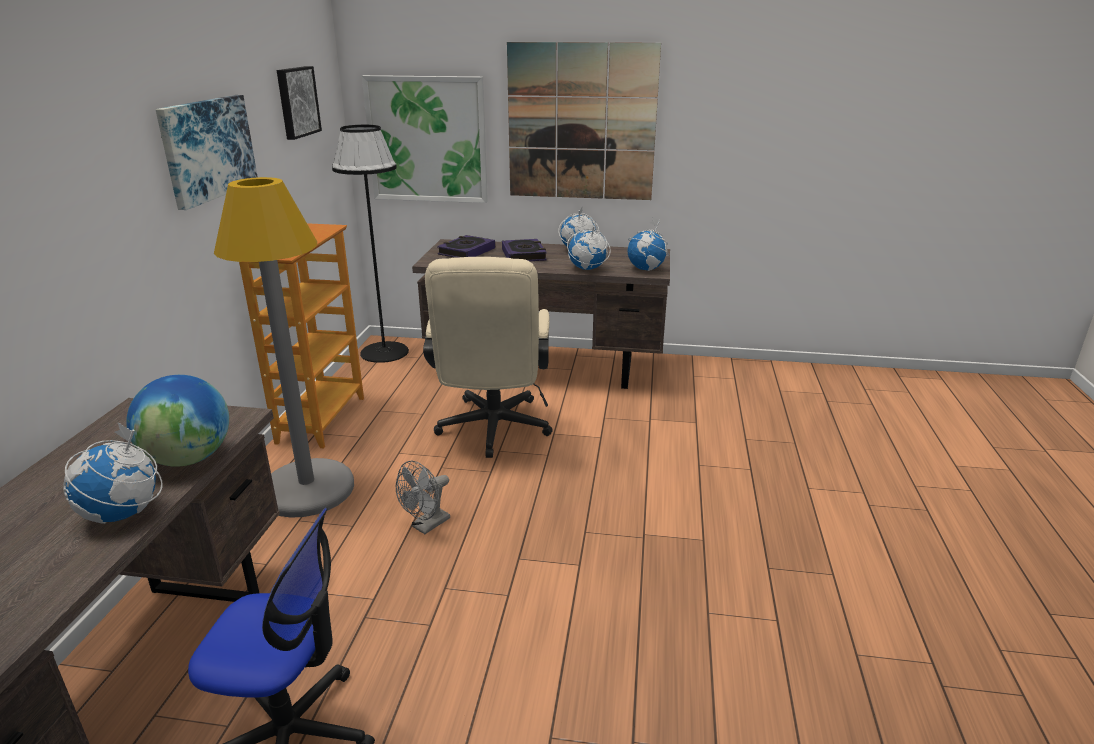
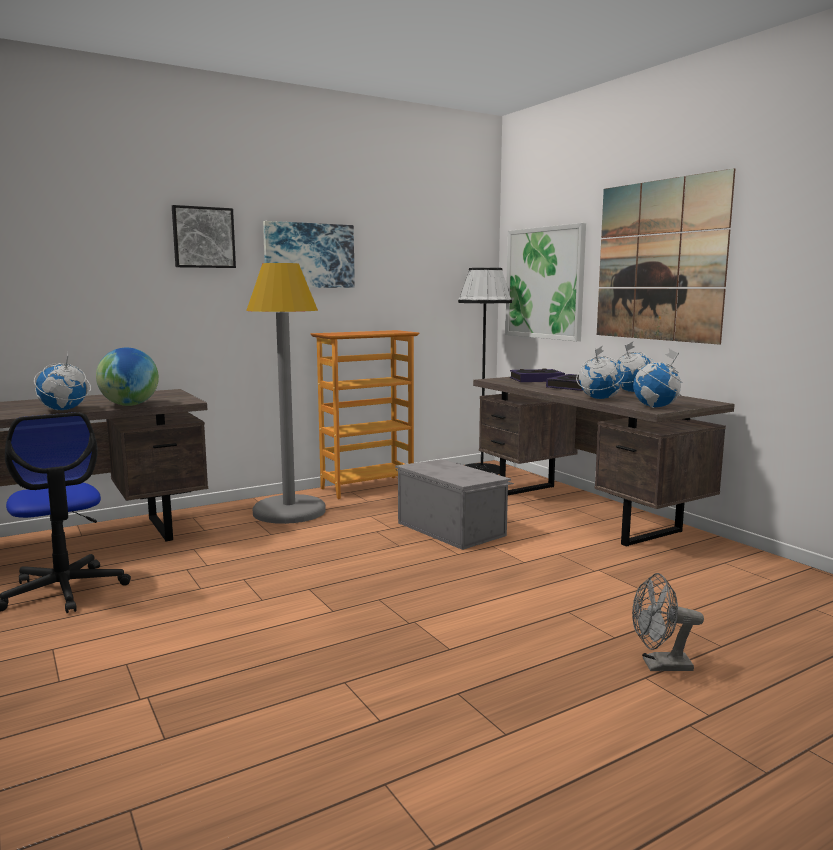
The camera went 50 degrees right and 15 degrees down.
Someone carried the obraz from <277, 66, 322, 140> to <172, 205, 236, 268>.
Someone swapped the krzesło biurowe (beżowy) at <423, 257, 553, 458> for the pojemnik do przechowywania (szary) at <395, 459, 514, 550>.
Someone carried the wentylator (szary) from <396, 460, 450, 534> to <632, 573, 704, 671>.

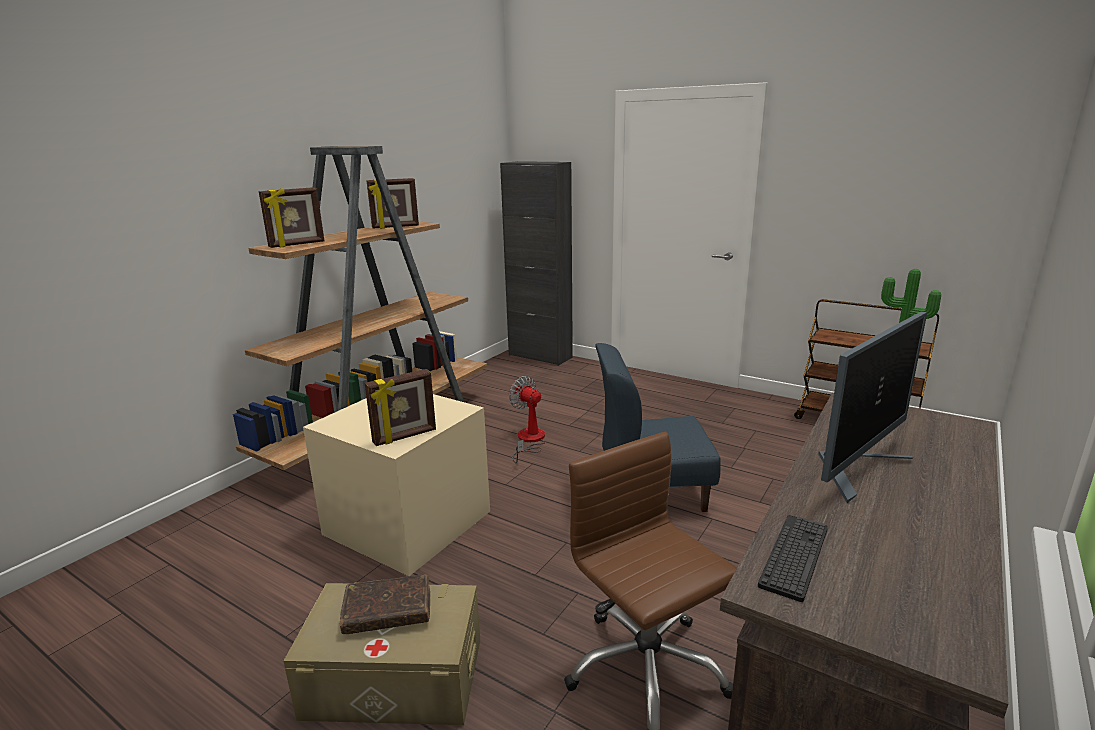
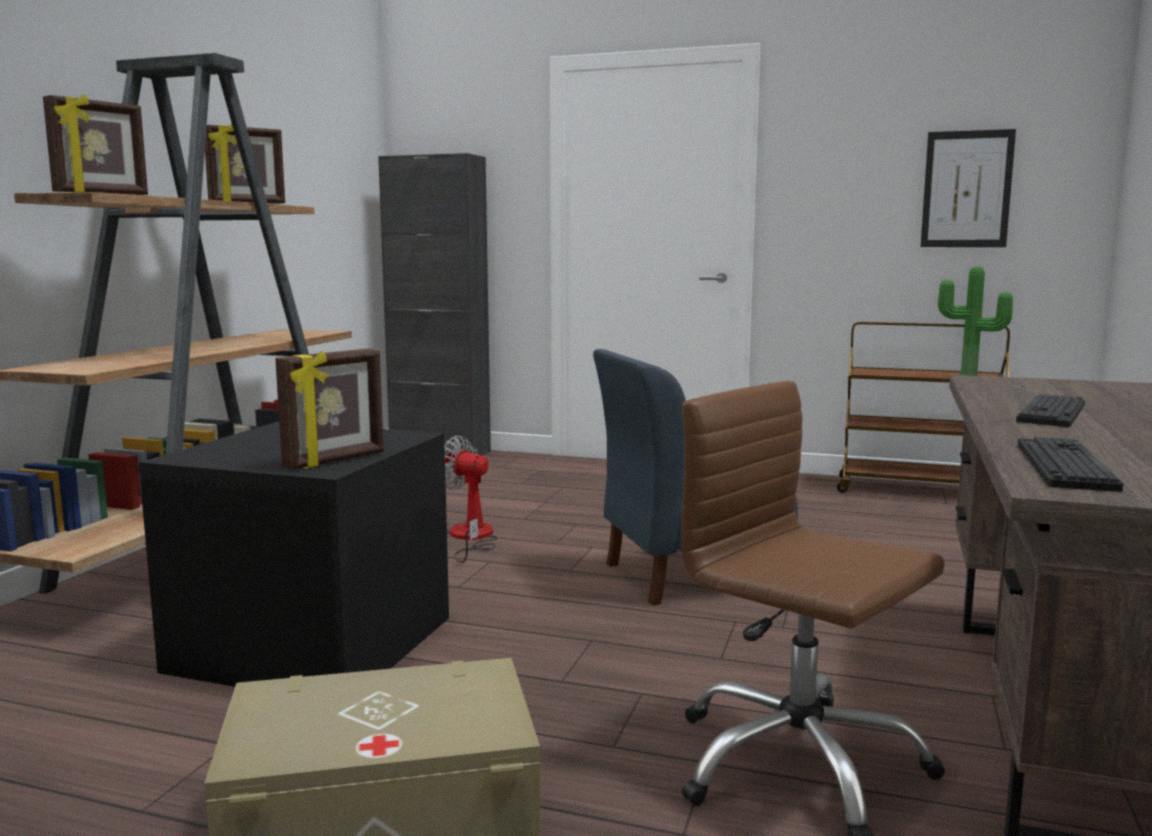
The camera went 15 degrees left and 10 degrees down.
Someone swapped the monitor at <818, 311, 927, 503> for the klawiatura at <1016, 394, 1085, 427>.
Someone repainted the pojemnik do przechowywania (beżowy) at <303, 394, 490, 576>, which became the pojemnik do przechowywania (czarny) at <139, 422, 449, 687>.
Someone took away the książka (brązowy) at <340, 574, 430, 634>.
Someone put up the obraz at <921, 129, 1016, 247>.

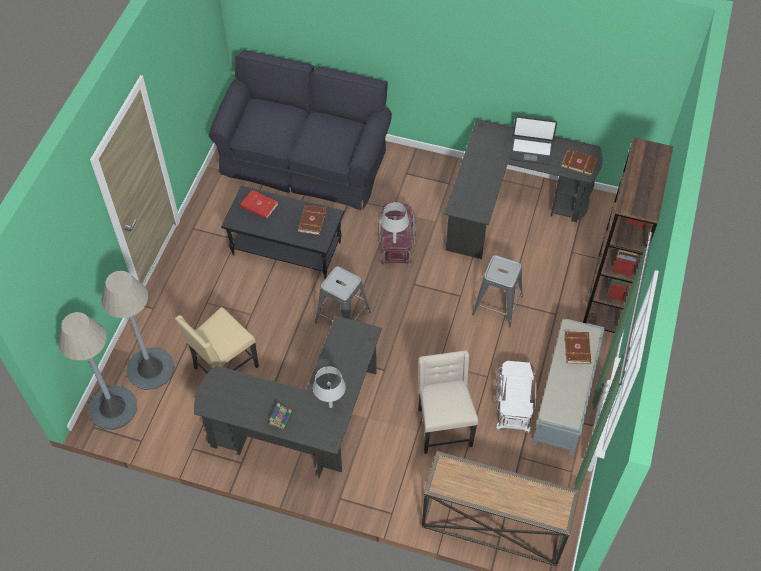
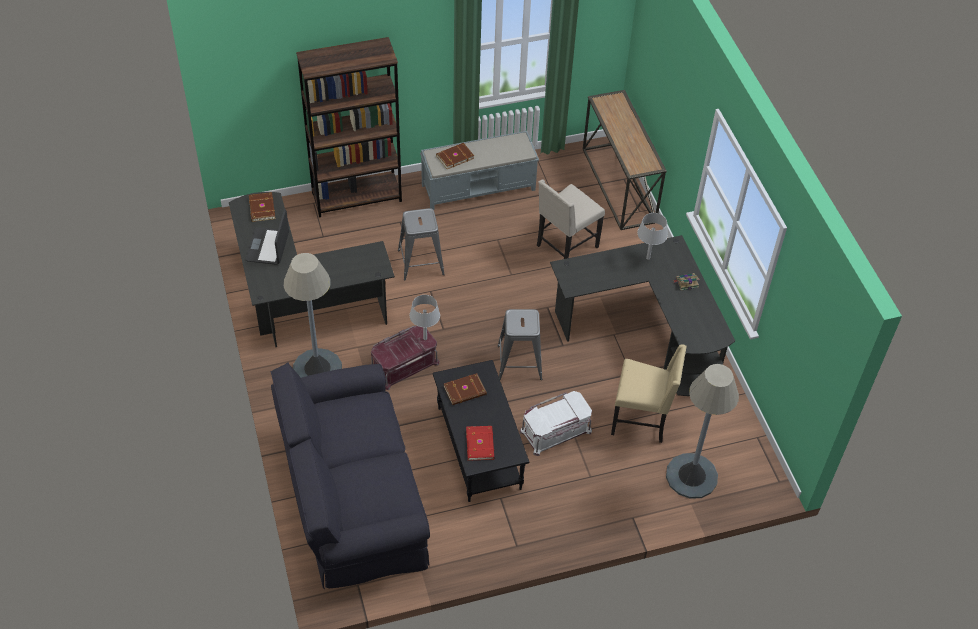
The camera went 125 degrees left and 5 degrees down.
Someone rotated the laptop at <509, 116, 557, 165> by 150 degrees counterclockwise.
Someone carried the lampa stojąca (szary) from <58, 312, 137, 430> to <283, 253, 342, 378>.
Someone carried the pojemnik do przechowywania (biały) from <496, 361, 537, 433> to <520, 391, 592, 456>.

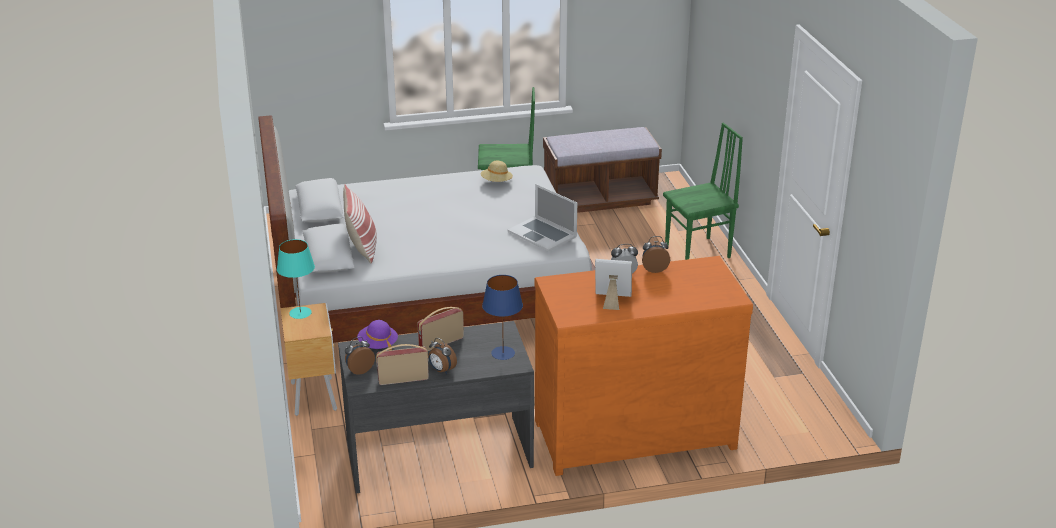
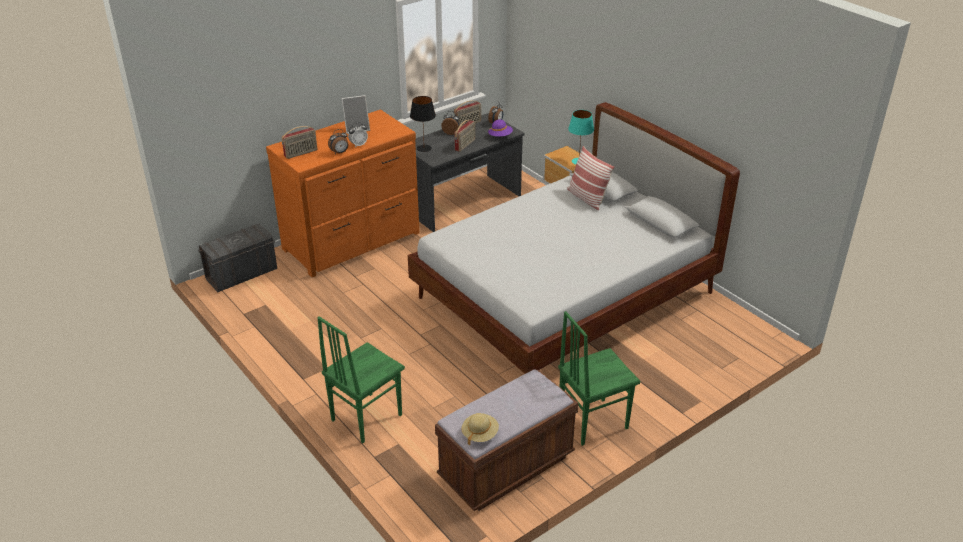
The camera went 155 degrees right and 5 degrees up.
Someone carried the kapelusz (beżowy) from <481, 161, 513, 182> to <462, 413, 499, 446>.
Someone took away the laptop at <507, 184, 577, 252>.
Someone repainted the lampa stołowa (niebieski) at <482, 275, 523, 360>, which became the lampa stołowa (czarny) at <410, 96, 436, 152>.
Someone put down the radio at <282, 126, 317, 159>.
Someone put down the pojemnik do przechowywania (szary) at <198, 223, 277, 292>.

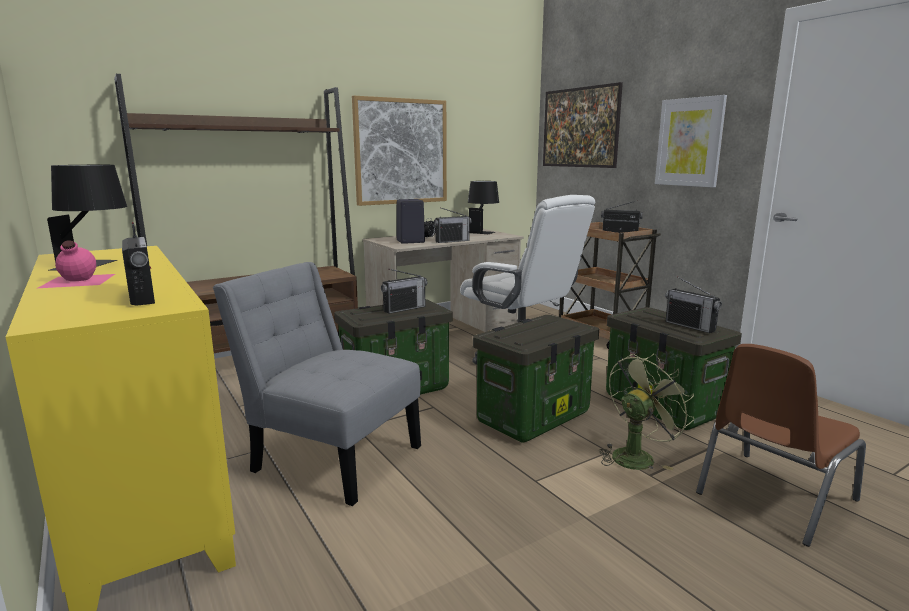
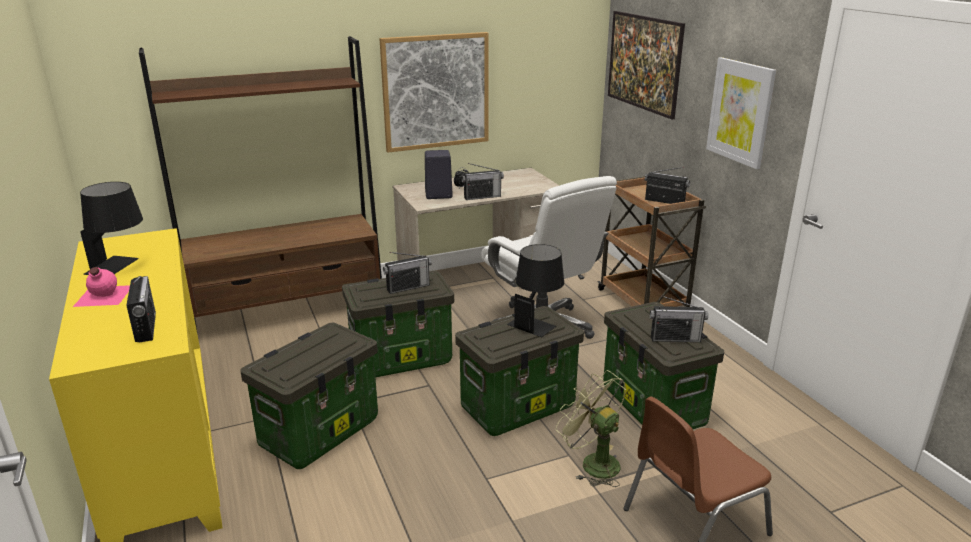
The camera went 10 degrees right and 10 degrees up.
Someone carried the lampa stołowa (czarny) from <468, 181, 499, 234> to <507, 244, 564, 337>.
Someone swapped the krzesło (szary) at <213, 262, 421, 506> for the pojemnik do przechowywania at <240, 323, 378, 469>.
Someone rotated the radio at <665, 276, 722, 333> by 60 degrees counterclockwise.
Someone rotated the wentylator (zielony) at <599, 353, 694, 470> by 105 degrees counterclockwise.

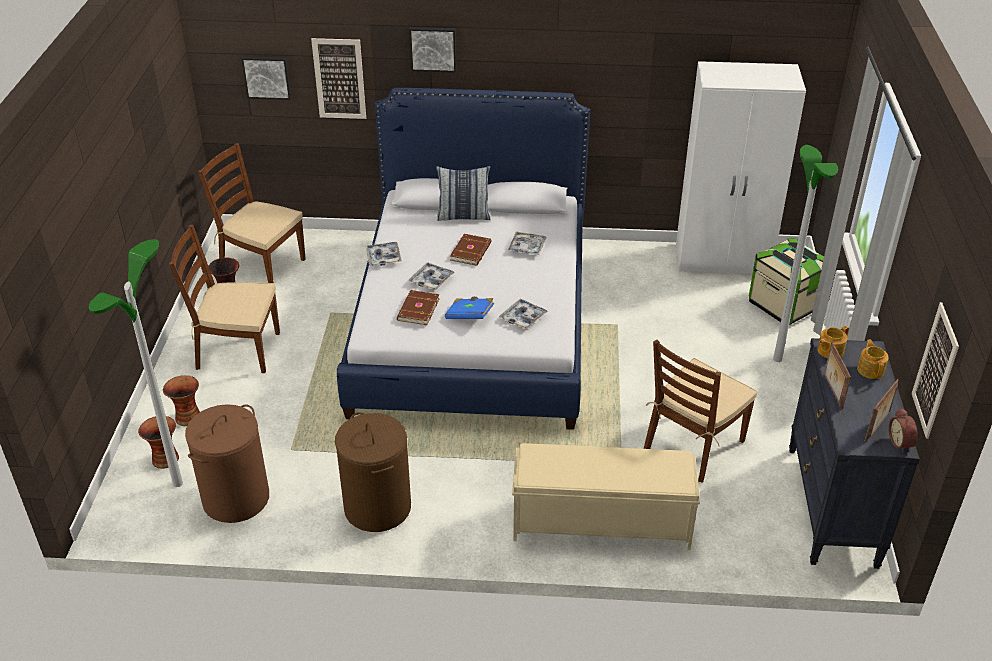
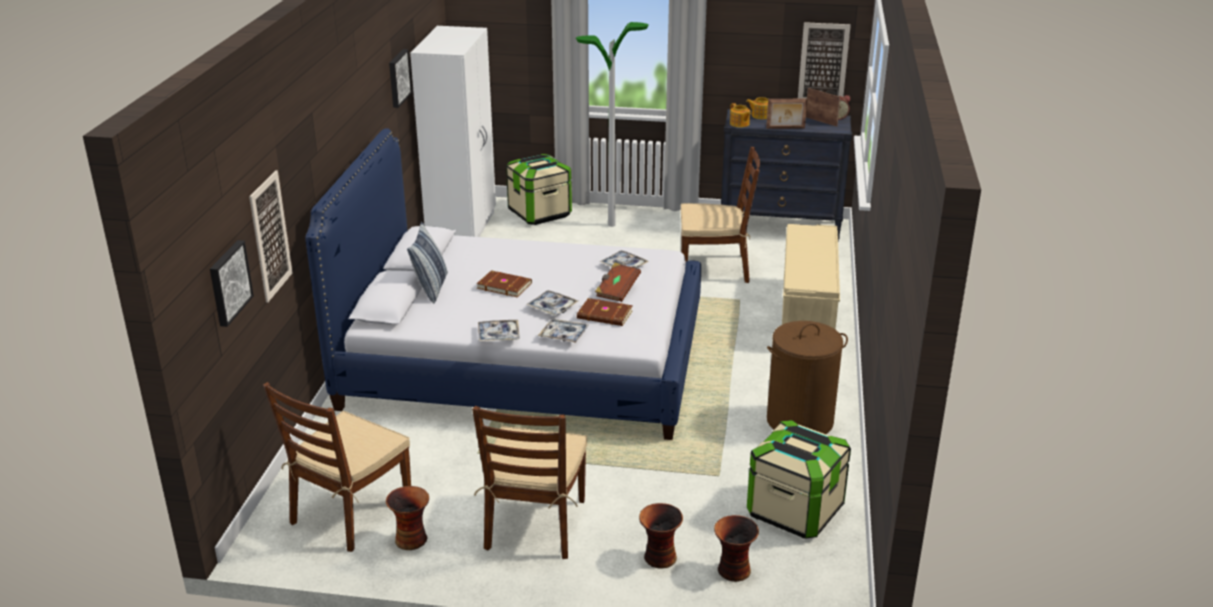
The camera went 85 degrees left and 10 degrees down.
Someone carried the obraz from <409, 27, 456, 73> to <389, 49, 412, 108>.
Someone carried the taca from <508, 231, 546, 255> to <538, 319, 589, 343>.
Someone took away the lampa stojąca at <89, 239, 183, 487>.
Someone repainted the książka (niebieski) at <445, 297, 494, 319>, which became the książka (brązowy) at <595, 263, 641, 302>.
Someone rotated the krzesło (brązowy) at <644, 340, 757, 483> by 45 degrees counterclockwise.
Someone swapped the kosz na pranie (brązowy) at <185, 404, 269, 523> for the pojemnik do przechowywania at <747, 420, 851, 539>.

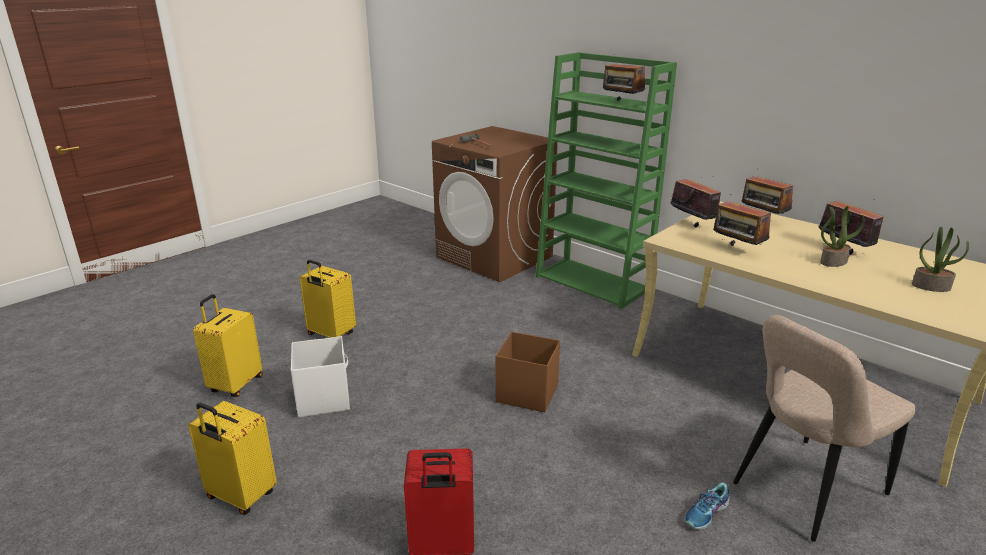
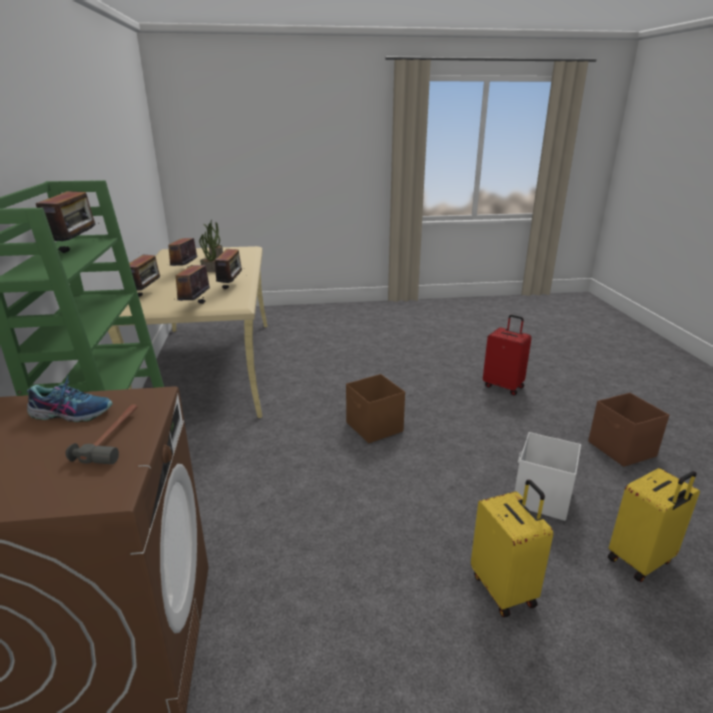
The camera went 140 degrees left and 0 degrees up.
Someone took away the krzesło (beżowy) at <733, 315, 915, 542>.
Someone swapped the walizka (żółty) at <188, 401, 277, 515> for the pojemnik do przechowywania (brązowy) at <588, 393, 669, 467>.
Someone carried the but from <685, 482, 729, 530> to <27, 375, 113, 422>.

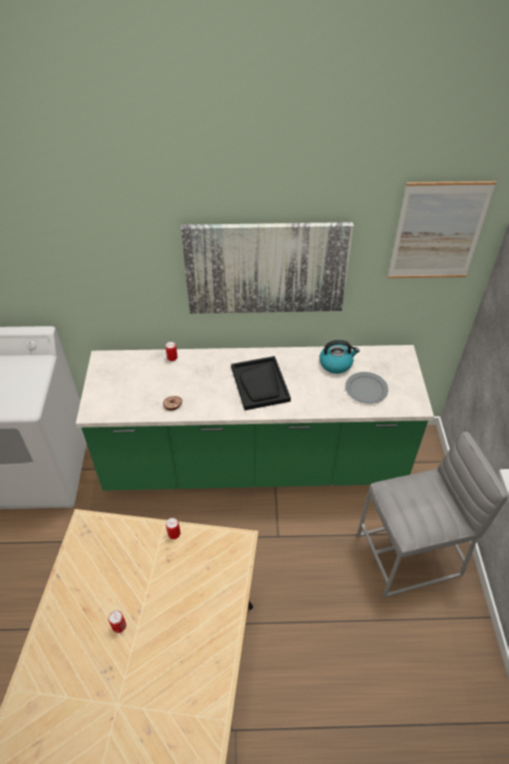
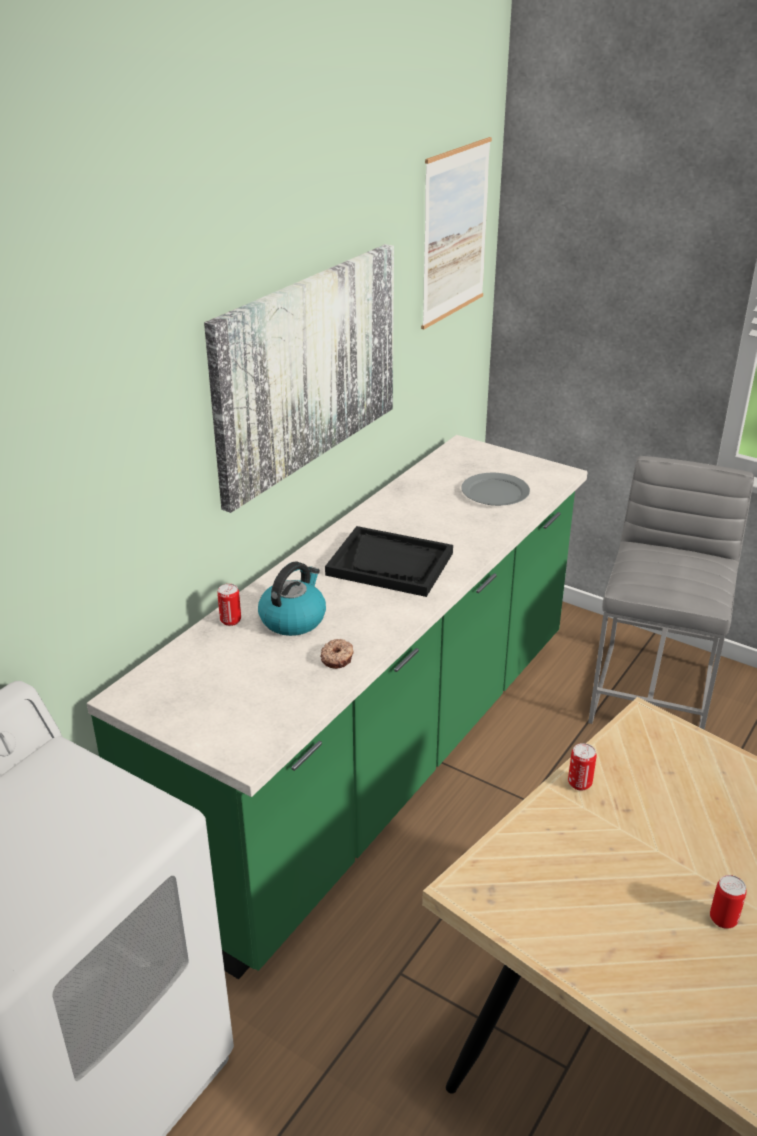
The camera went 55 degrees left and 15 degrees down.
Someone carried the czajnik from <319, 340, 360, 374> to <258, 562, 326, 636>.

